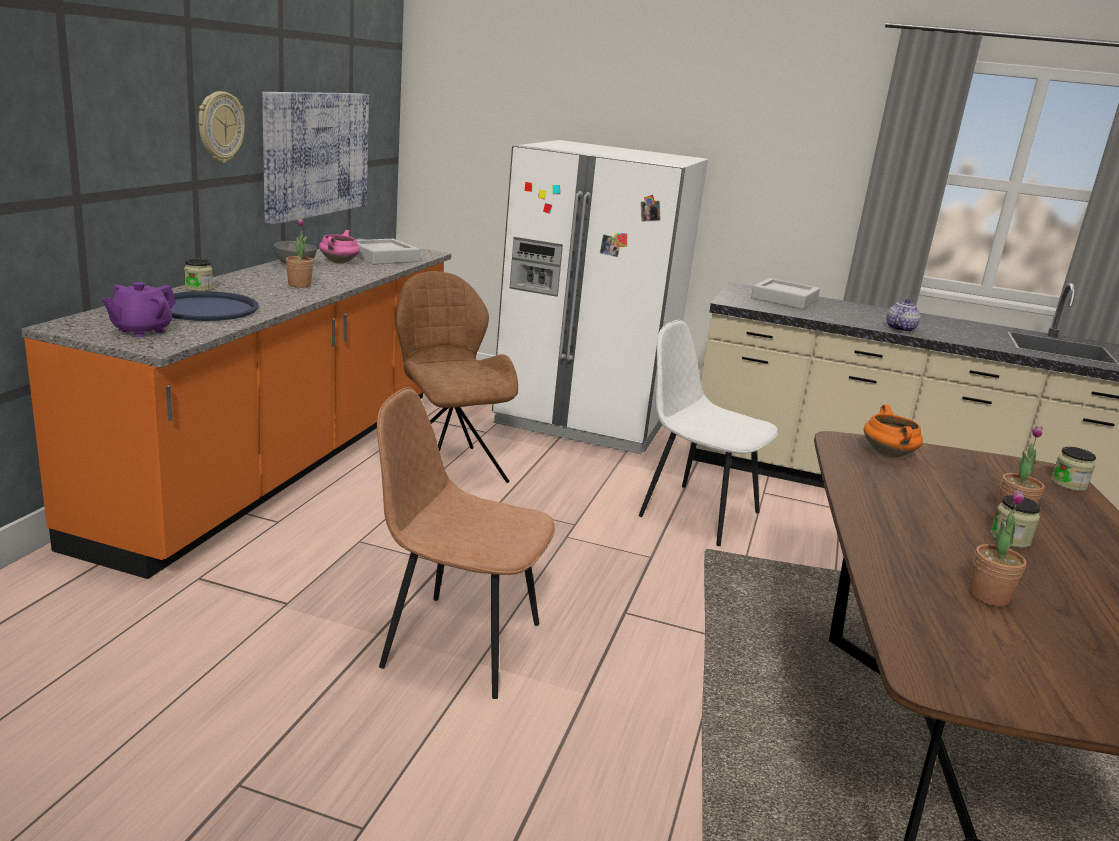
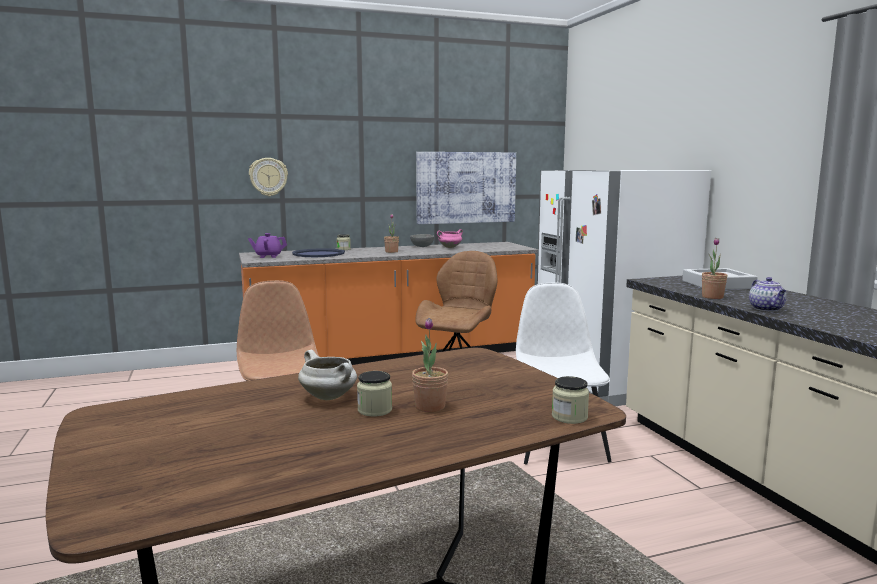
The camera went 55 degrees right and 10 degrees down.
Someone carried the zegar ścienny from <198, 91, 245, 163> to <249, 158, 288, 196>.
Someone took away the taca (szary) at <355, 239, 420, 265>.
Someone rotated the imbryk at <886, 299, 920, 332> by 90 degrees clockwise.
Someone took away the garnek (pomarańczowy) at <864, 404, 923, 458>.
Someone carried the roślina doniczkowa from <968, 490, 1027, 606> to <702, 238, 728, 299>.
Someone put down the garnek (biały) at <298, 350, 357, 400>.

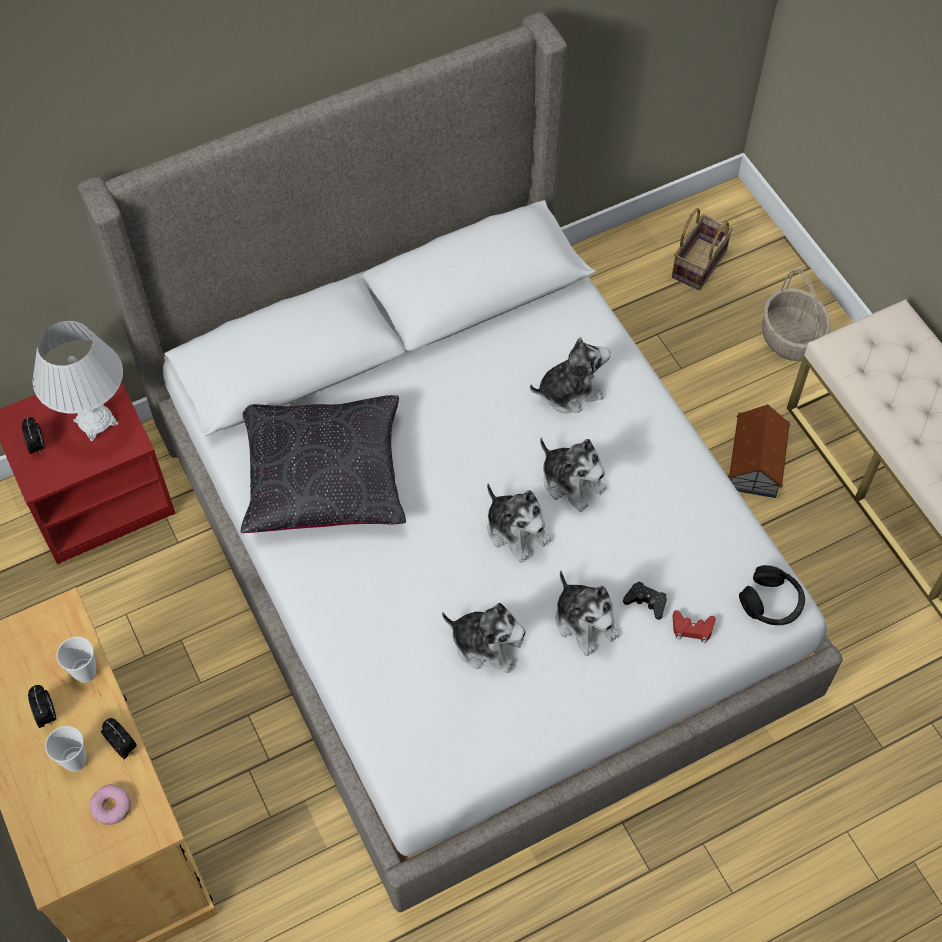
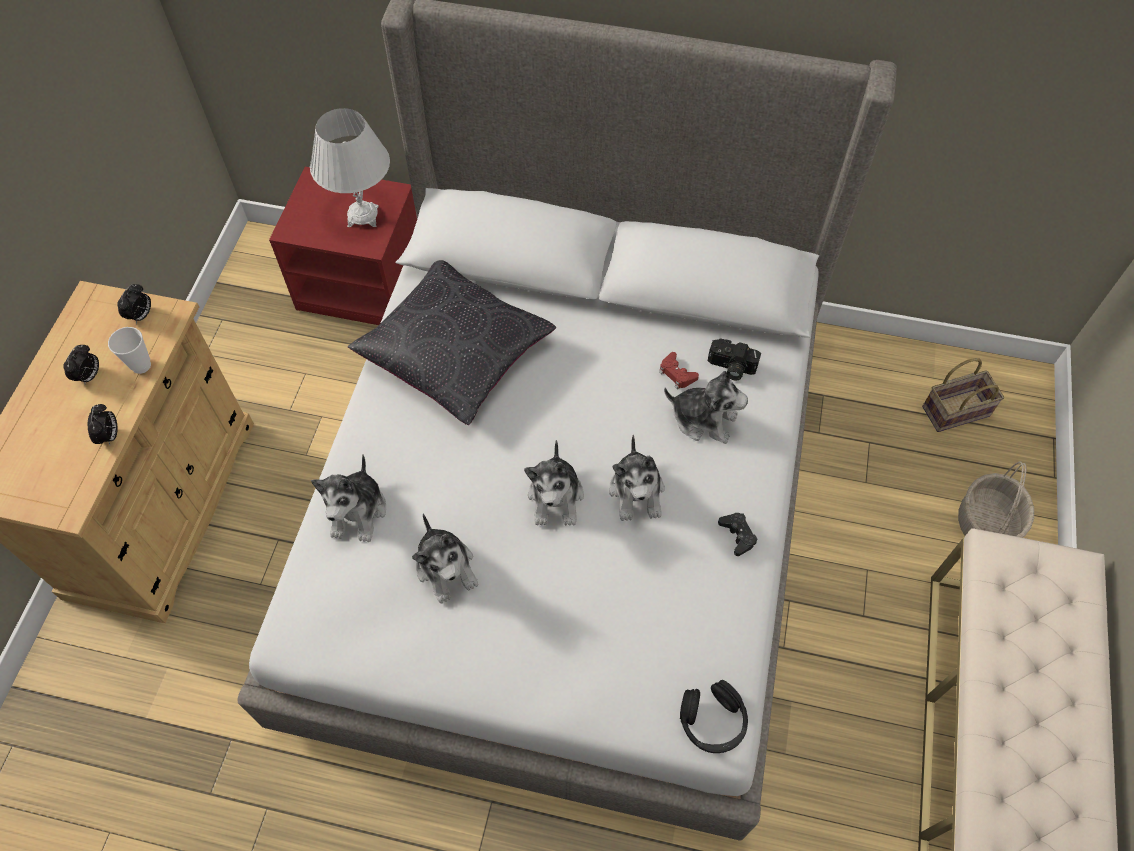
The camera went 40 degrees right and 0 degrees up.
Someone took away the domek at <728, 404, 791, 498>.
Someone carried the budzik from <22, 417, 45, 454> to <117, 284, 151, 324>.
Someone carried the pluszak from <556, 570, 620, 656> to <311, 454, 386, 542>.
Someone carried the pad do gier (czarny) from <623, 581, 667, 620> to <718, 513, 757, 556>.
Someone carried the pad do gier (czerwony) from <672, 610, 716, 643> to <659, 352, 699, 389>.
Someone took away the filiżanka at <45, 726, 87, 772>.
Someone took away the donut at <89, 784, 131, 825>.
Someone put down the aparat fotograficzny at <708, 338, 761, 380>.

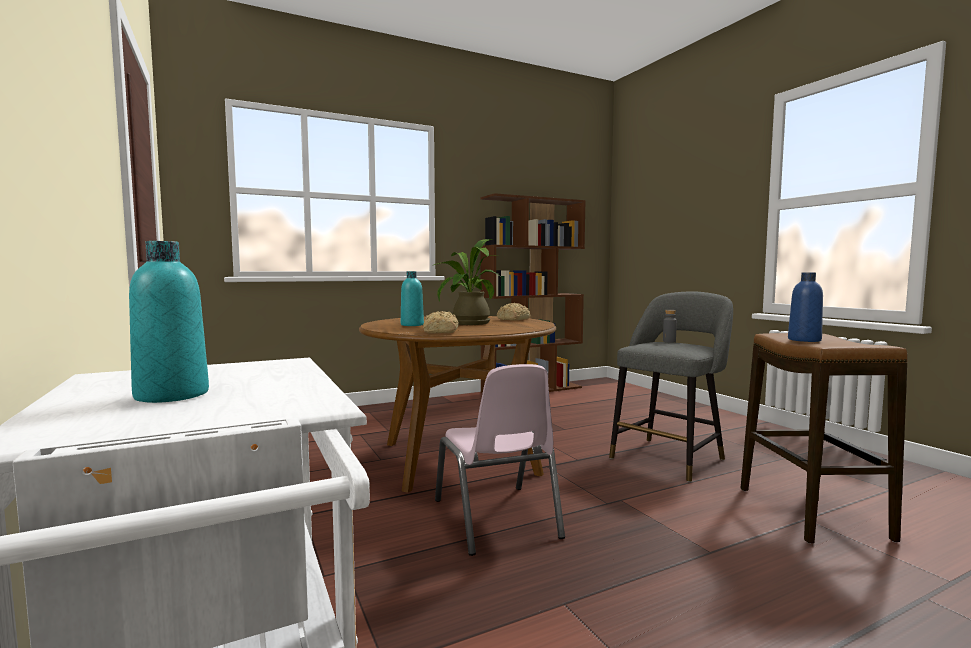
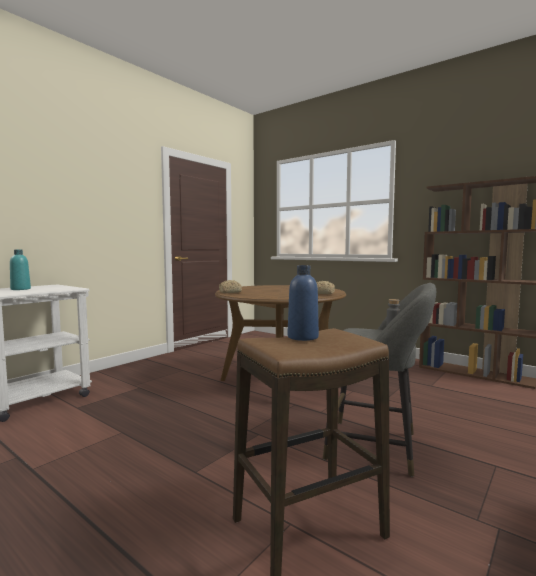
The camera went 65 degrees right and 0 degrees up.
Someone took away the roślina doniczkowa at <434, 239, 501, 325>.
Someone took away the butelka (turkusowy) at <401, 271, 424, 326>.
Someone took away the krzesło (różowy) at <435, 364, 565, 556>.

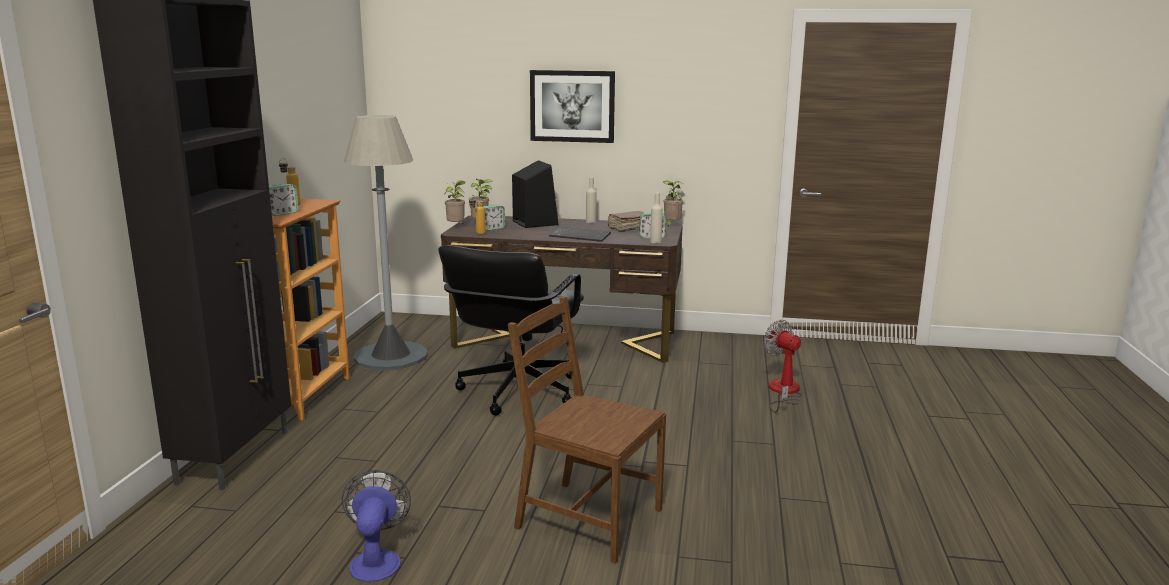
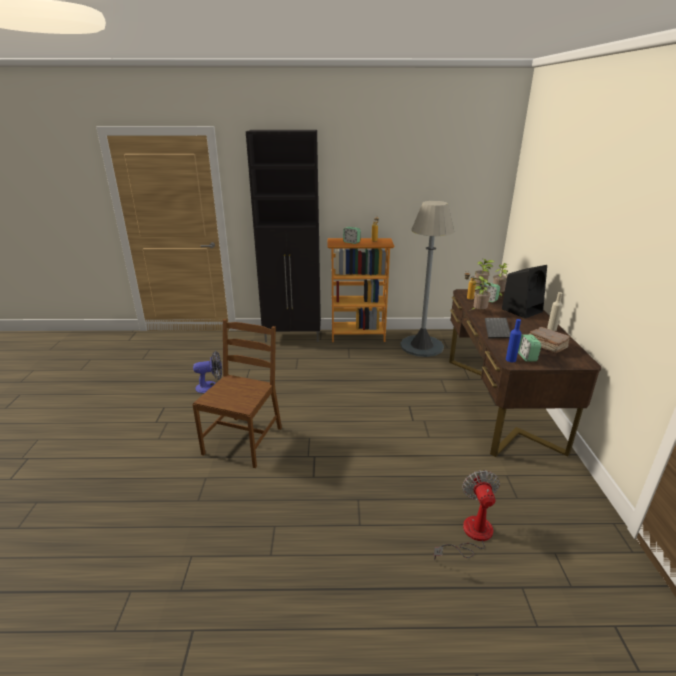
The camera went 80 degrees right and 10 degrees up.
Someone took away the obraz at <530, 70, 615, 143>.
Someone carried the roślina doniczkowa from <664, 181, 684, 228> to <471, 276, 491, 310>.
Someone repainted the butelka (beżowy) at <650, 193, 663, 243>, which became the butelka (niebieski) at <506, 319, 522, 362>.
Someone took away the krzesło biurowe (czarny) at <438, 245, 584, 416>.
Someone rotated the wentylator at <764, 320, 802, 413> by 45 degrees counterclockwise.

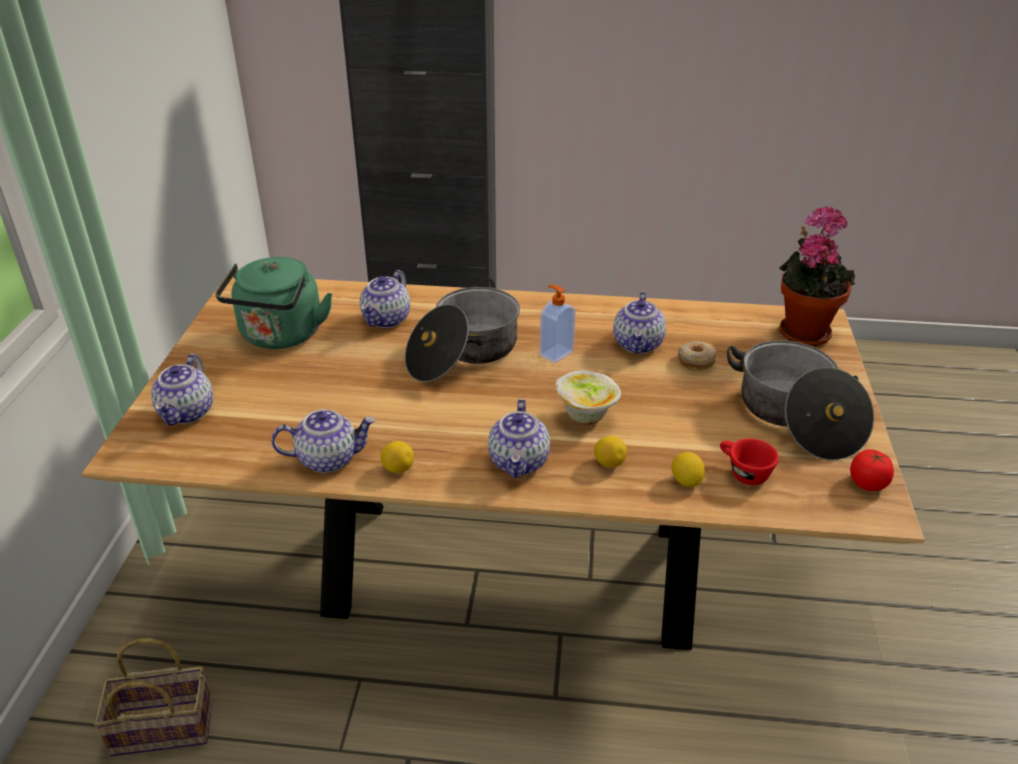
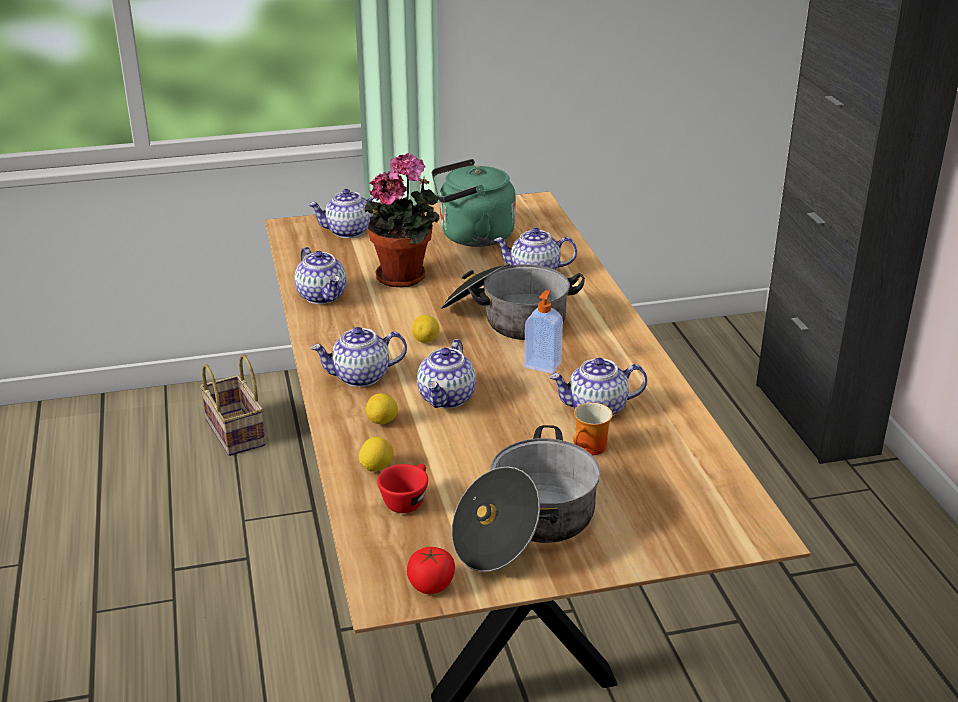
The camera went 70 degrees right and 5 degrees down.
Someone carried the roślina doniczkowa from <779, 206, 855, 346> to <365, 152, 440, 287>.
Someone swapped the donut at <678, 341, 717, 371> for the kubek at <573, 403, 613, 455>.
Someone swapped the miska at <556, 370, 621, 425> for the imbryk at <417, 339, 476, 409>.
Someone carried the cytryna from <380, 441, 414, 473> to <412, 315, 440, 343>.

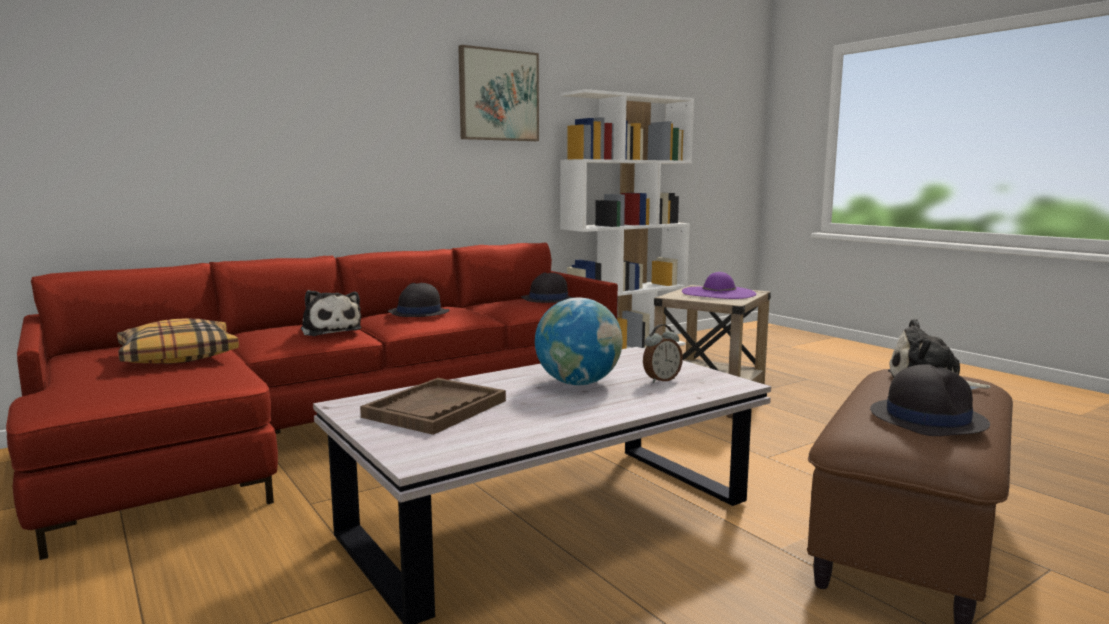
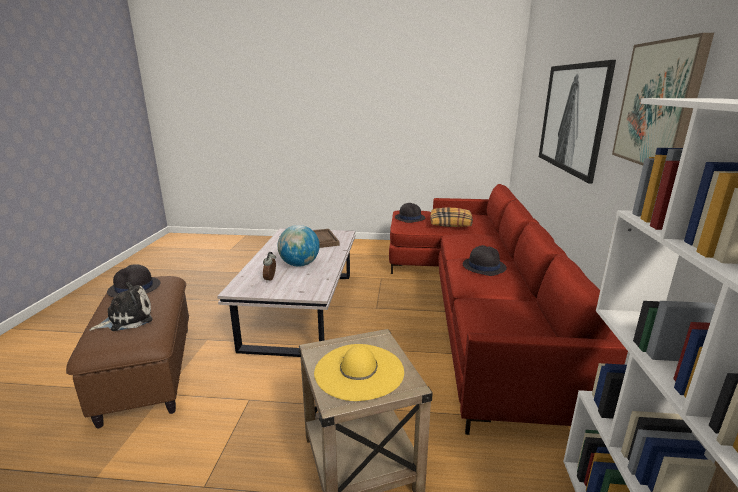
The camera went 130 degrees right and 10 degrees up.
Someone carried the kapelusz (czarny) from <521, 272, 575, 303> to <395, 203, 425, 223>.
Someone repainted the kapelusz (fioletowy) at <682, 272, 757, 299>, which became the kapelusz (żółty) at <314, 344, 404, 401>.
Someone took away the pluszak at <301, 290, 361, 336>.
Someone put up the obraz at <539, 60, 616, 184>.

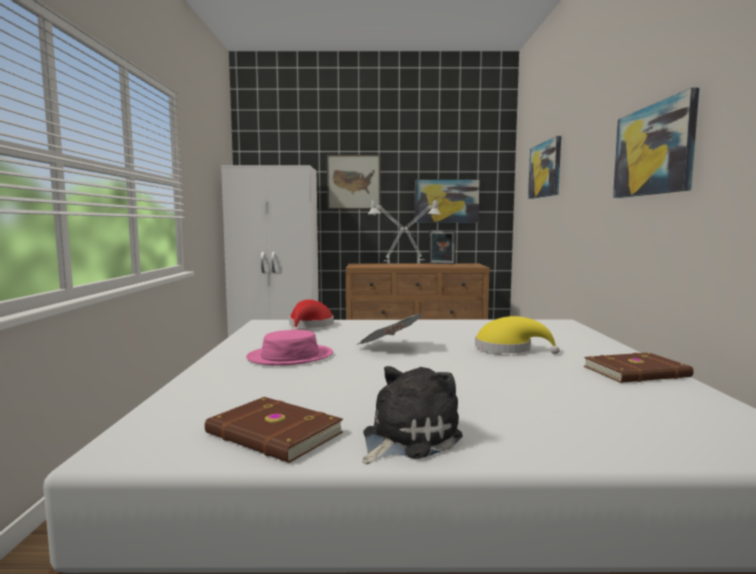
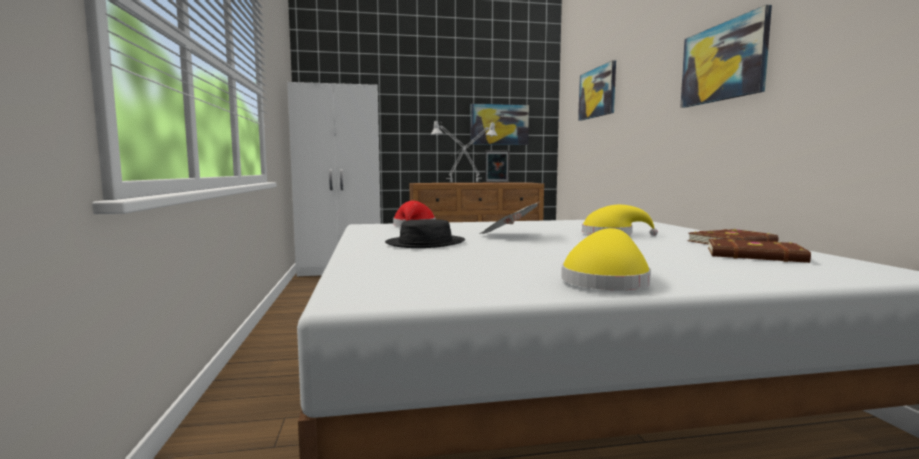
The camera went 10 degrees left and 0 degrees up.
Someone took away the obraz at <327, 155, 381, 209>.
Someone repainted the kapelusz (różowy) at <246, 330, 333, 366>, which became the kapelusz (czarny) at <385, 219, 465, 248>.
Someone swapped the pluszak at <362, 366, 463, 464> for the kapelusz (żółty) at <561, 228, 651, 290>.
Someone carried the książka (brązowy) from <205, 397, 343, 463> to <708, 238, 811, 263>.

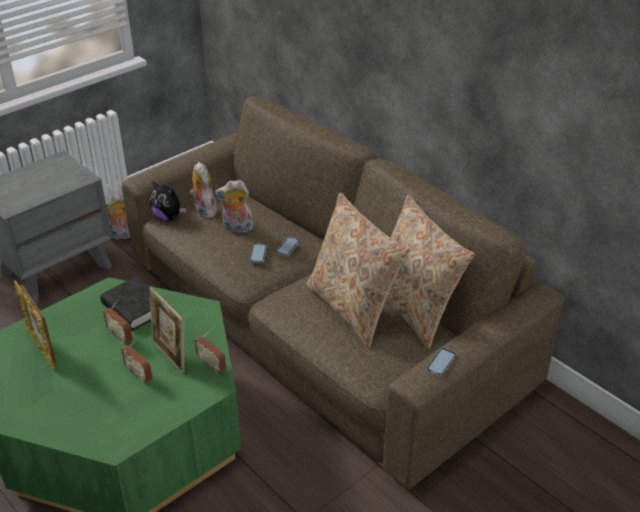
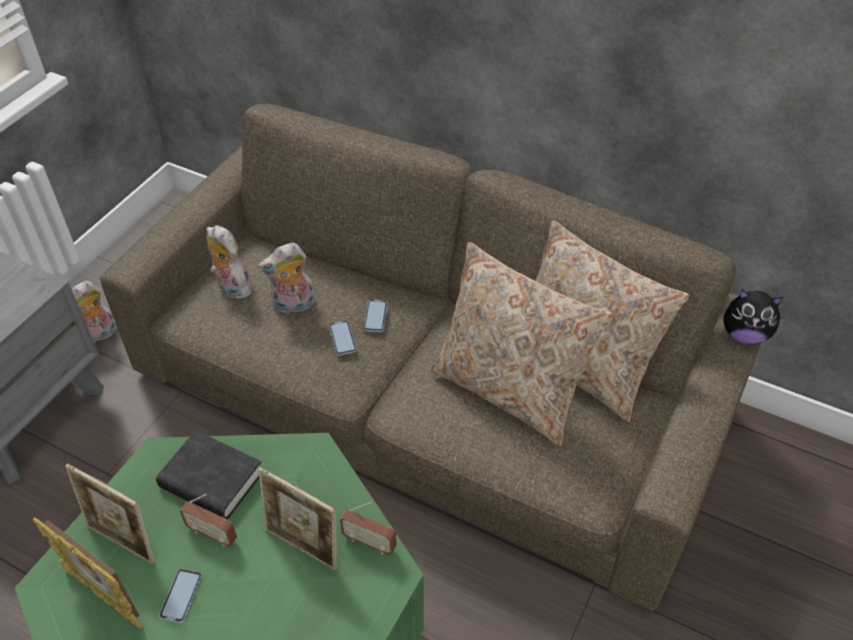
The camera went 20 degrees left and 10 degrees up.
Someone carried the pluszak from <150, 182, 186, 221> to <724, 290, 783, 344>.
Someone took away the radio at <121, 338, 153, 383>.
Someone carried the telefon from <426, 348, 457, 376> to <159, 569, 202, 623>.
Someone put down the ramka na zdjęcie at <65, 464, 155, 564>.

